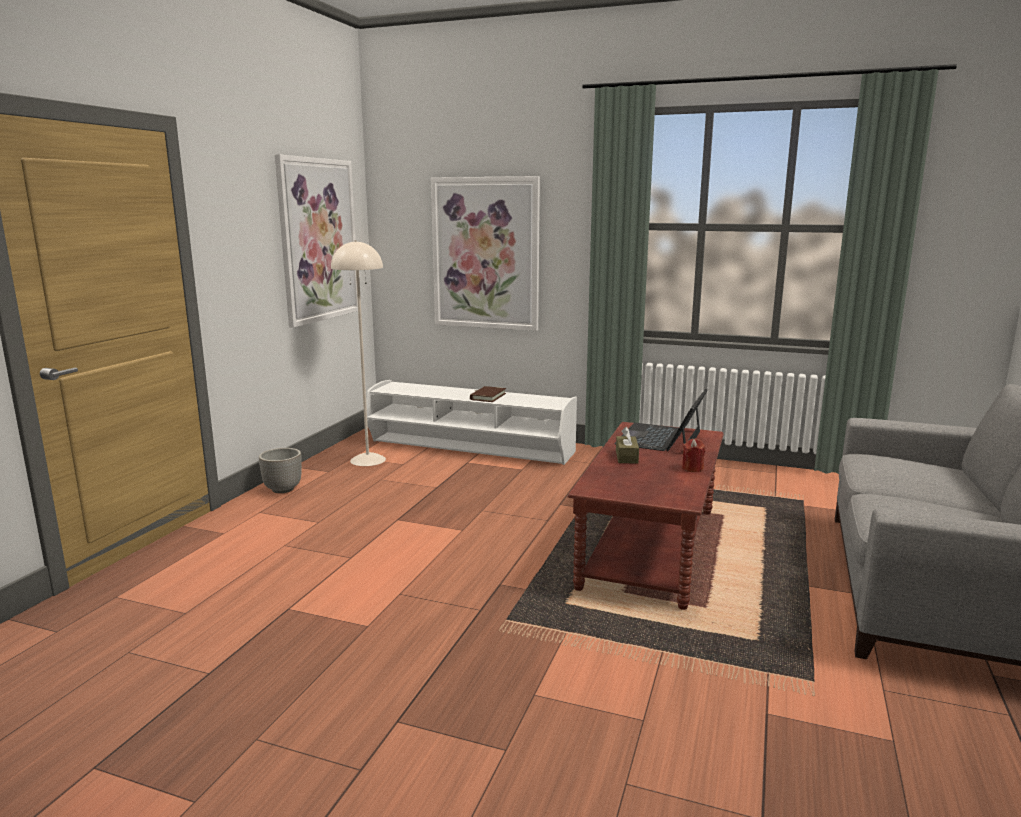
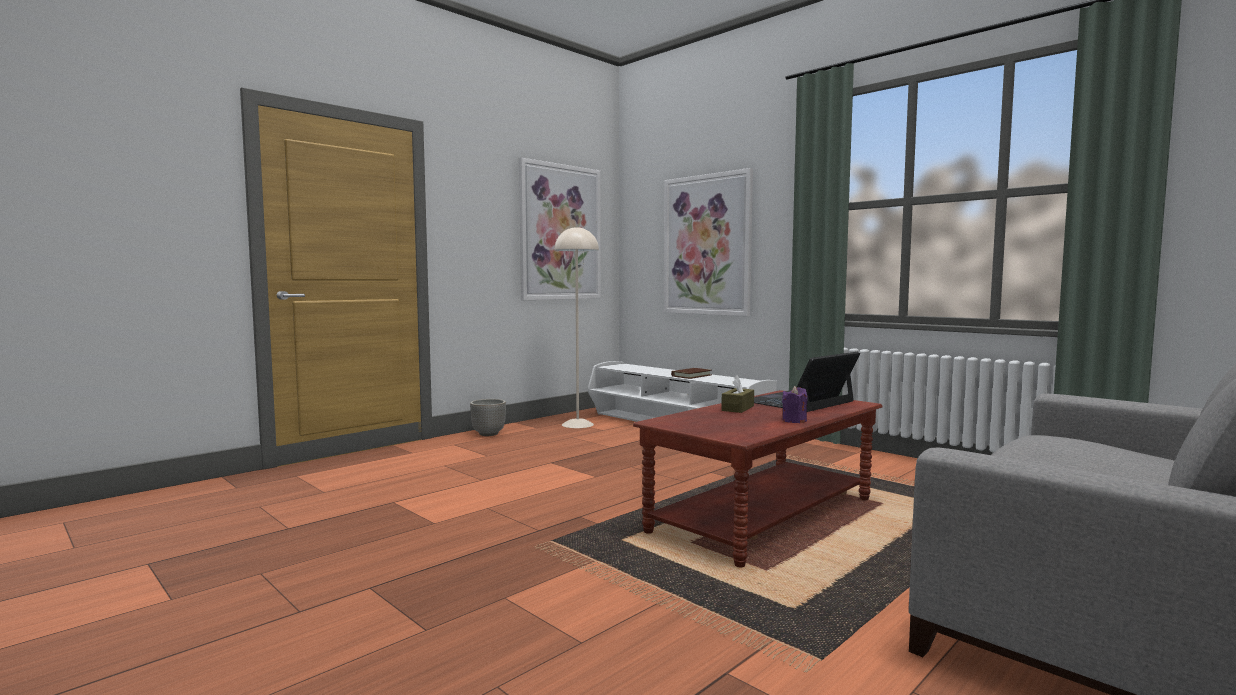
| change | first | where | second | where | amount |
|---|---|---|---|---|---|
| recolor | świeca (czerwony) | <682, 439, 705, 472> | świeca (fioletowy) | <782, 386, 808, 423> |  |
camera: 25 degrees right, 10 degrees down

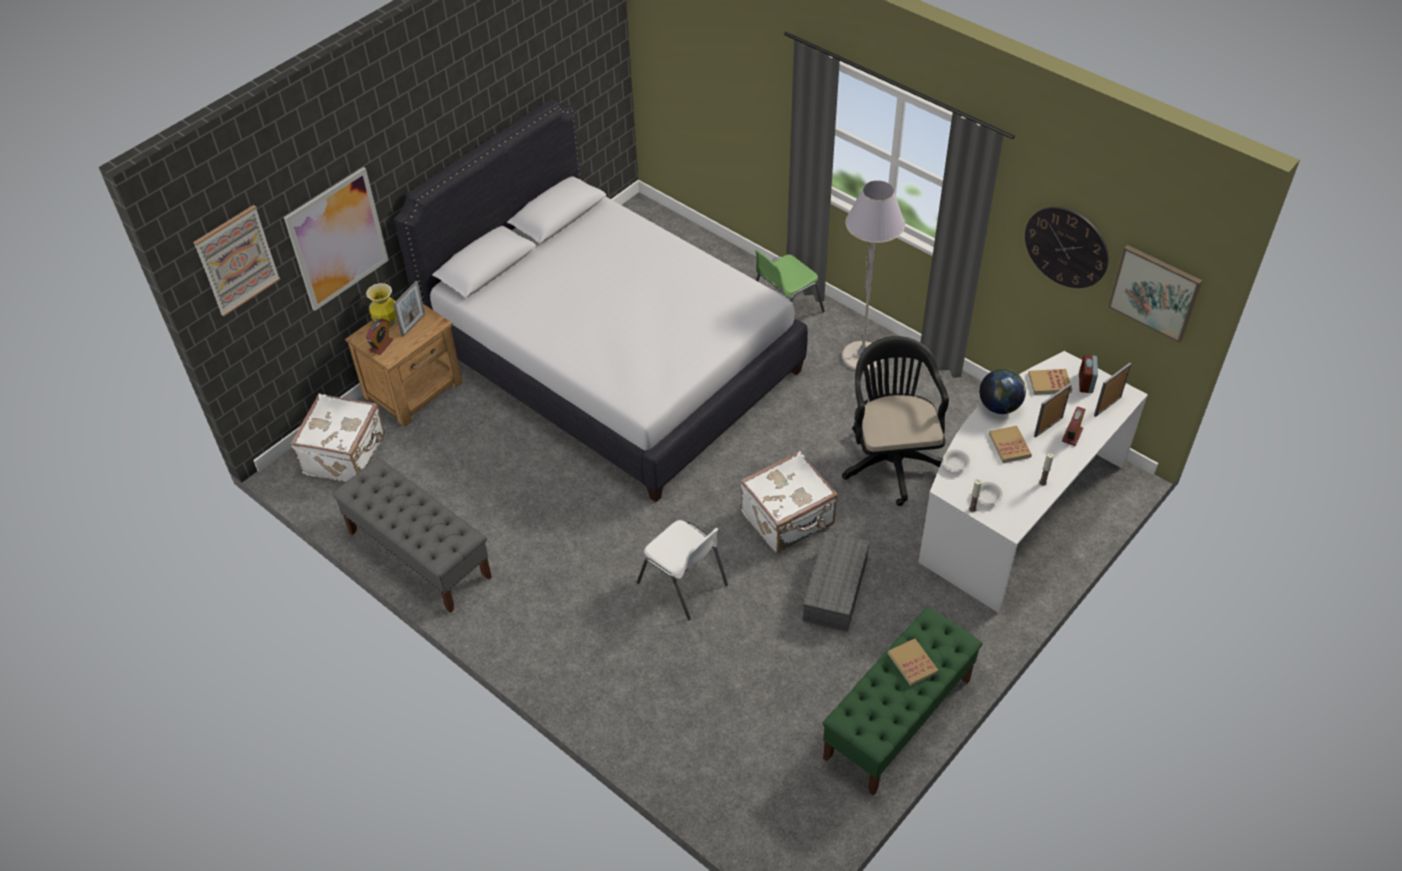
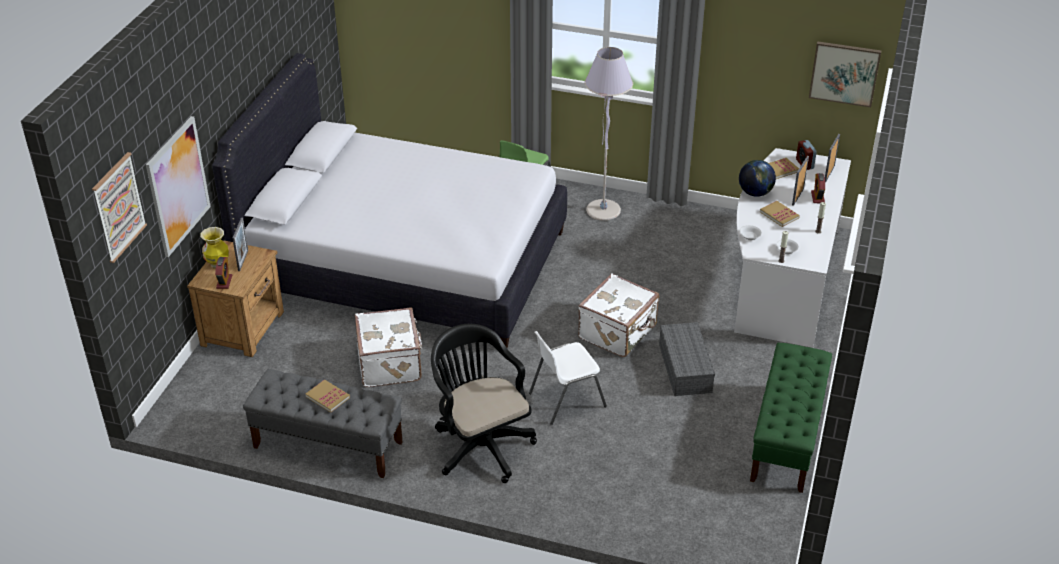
| change | first | where | second | where | amount |
|---|---|---|---|---|---|
| move | książka | <888, 639, 939, 686> |  | <305, 380, 350, 413> |  |
| move | walizka (biały) | <290, 394, 385, 482> |  | <355, 307, 422, 387> |  |
| move | krzesło biurowe (czarny) | <842, 336, 949, 506> |  | <431, 324, 537, 483> |  |
| rotate | krzesło (biały) | <637, 520, 728, 620> |  | <529, 331, 607, 425> | 135 degrees clockwise |
| delete | zegar ścienny | <1025, 207, 1108, 288> |  |  |  |
camera: 25 degrees left, 10 degrees down

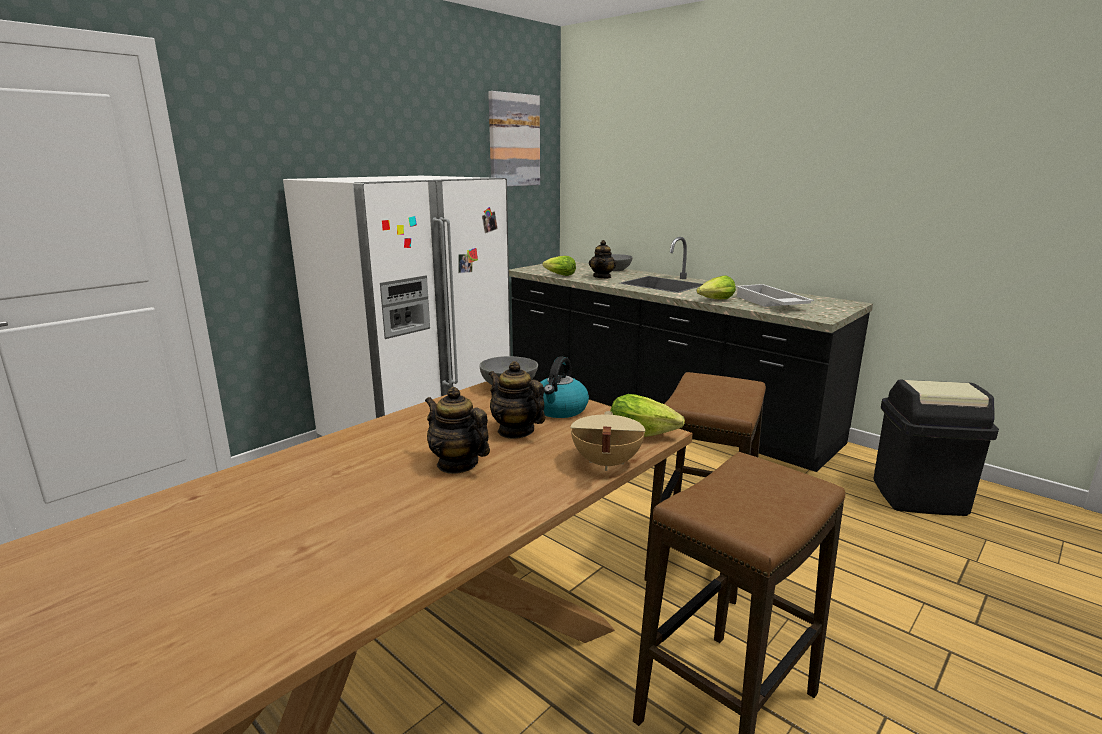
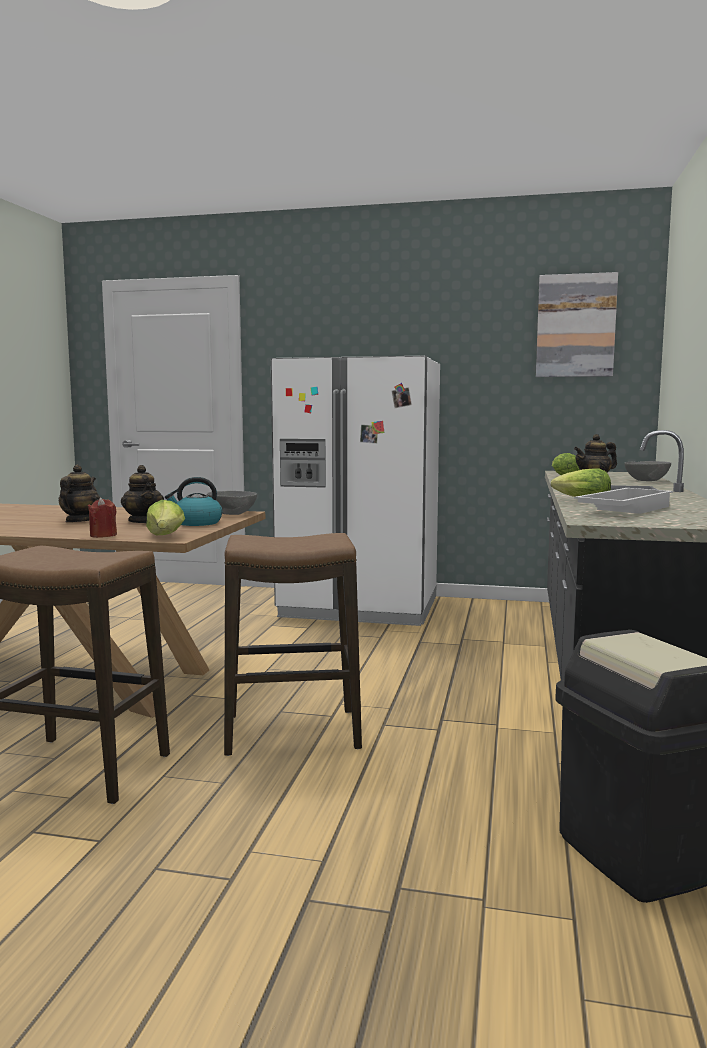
| change | first | where | second | where | amount |
|---|---|---|---|---|---|
| replace | garnek (beżowy) | <570, 411, 646, 471> | świeca (czerwony) | <88, 498, 117, 538> |  |
| rotate | imbryk | <489, 361, 545, 439> |  | <121, 465, 164, 523> | 135 degrees clockwise |
camera: 60 degrees right, 10 degrees down

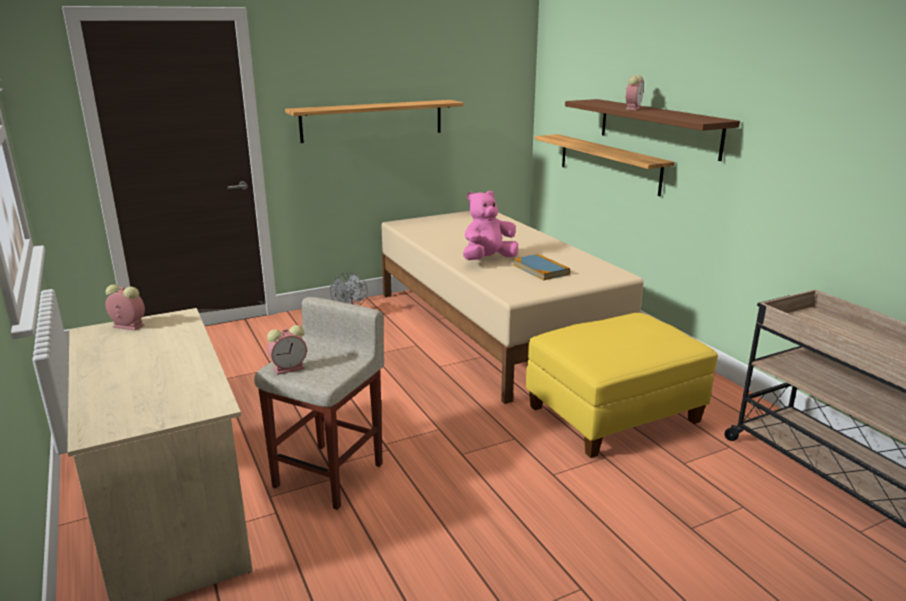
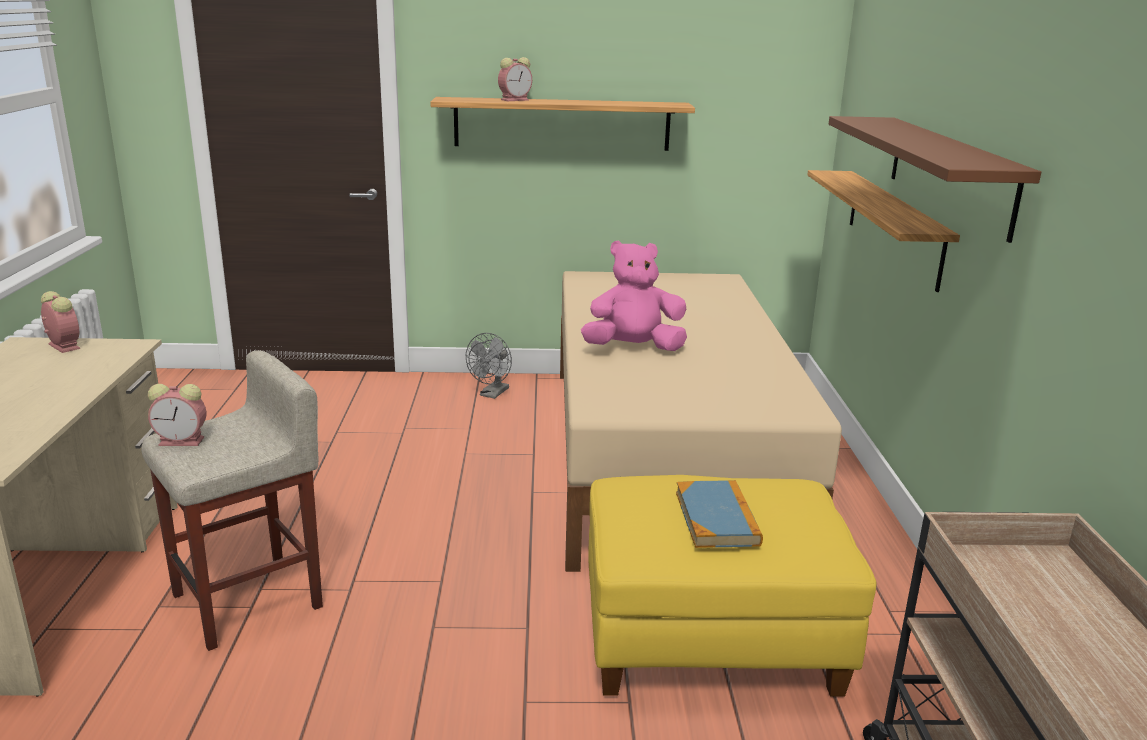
| change | first | where | second | where | amount |
|---|---|---|---|---|---|
| move | budzik | <625, 75, 643, 110> |  | <498, 57, 532, 101> |  |
| move | książka | <513, 254, 570, 280> |  | <676, 480, 763, 548> |  |
camera: 25 degrees right, 0 degrees up

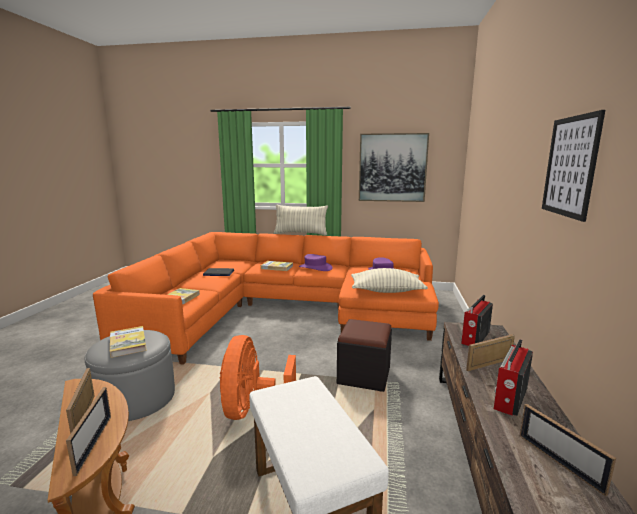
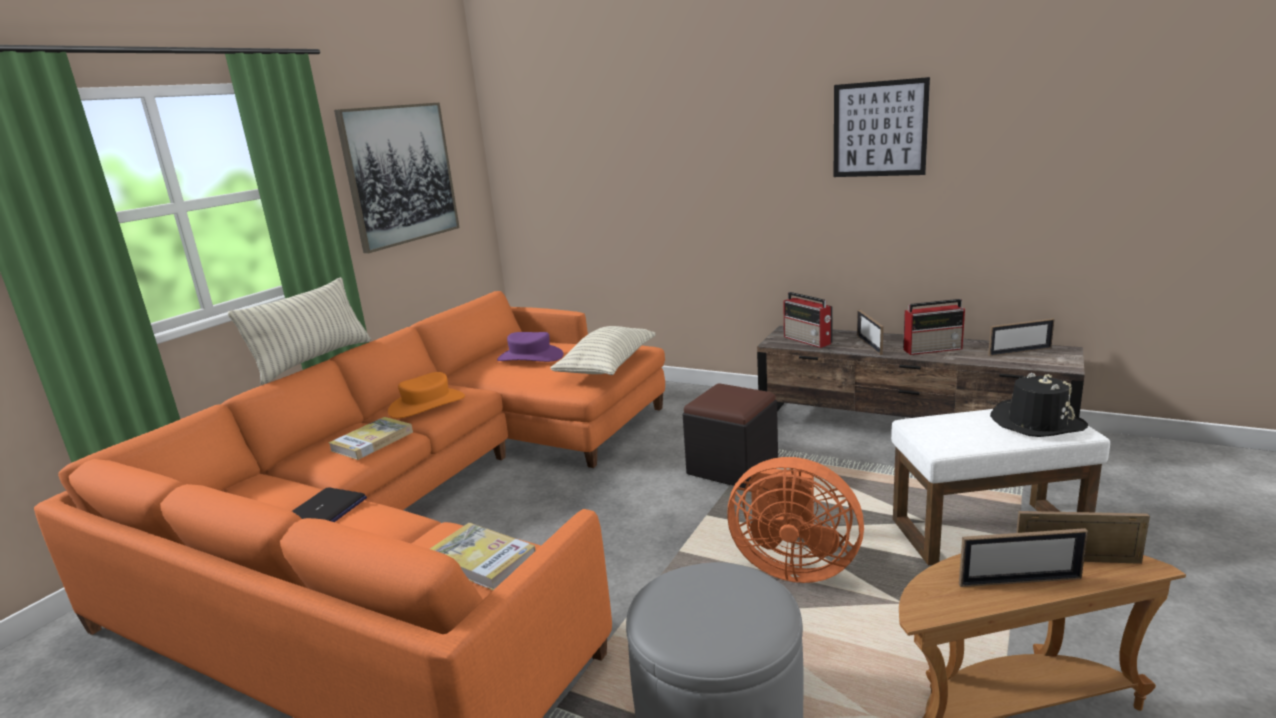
| change | first | where | second | where | amount |
|---|---|---|---|---|---|
| recolor | kapelusz (fioletowy) | <299, 254, 333, 271> | kapelusz (pomarańczowy) | <388, 372, 465, 418> |  |
| rotate | radio | <494, 339, 533, 416> |  | <903, 299, 965, 355> | 60 degrees counterclockwise |
| insert |  |  | kapelusz (czarny) | <990, 373, 1088, 437> |  |
| delete | książka | <110, 326, 147, 358> |  |  |  |
camera: 70 degrees left, 5 degrees up

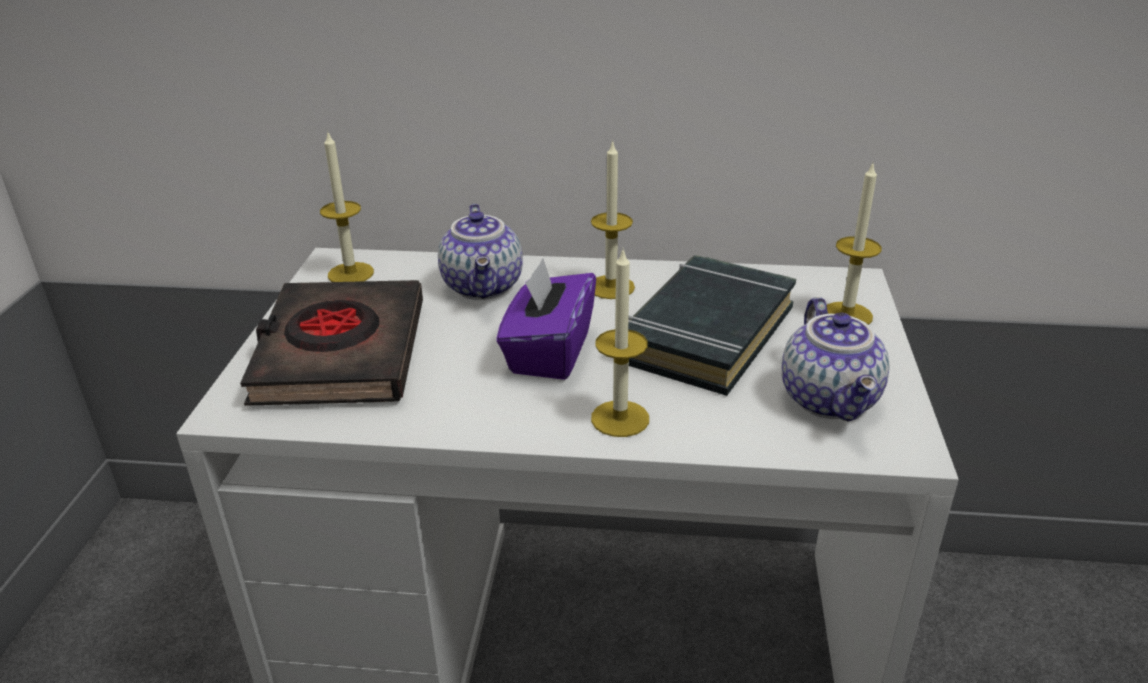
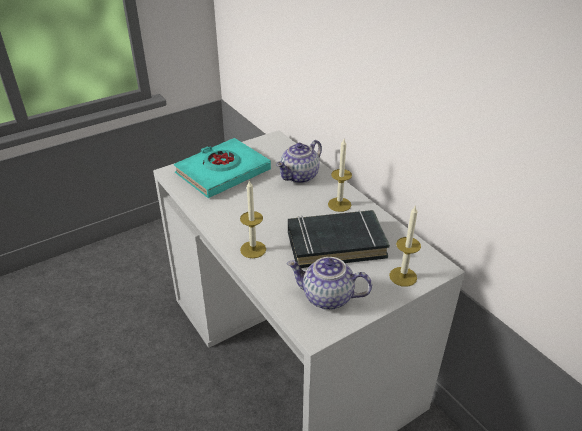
| change | first | where | second | where | amount |
|---|---|---|---|---|---|
| recolor | książka (czarny) | <240, 280, 423, 406> | książka (turkusowy) | <174, 138, 271, 198> |  |
| rotate | imbryk | <782, 297, 889, 422> |  | <287, 257, 372, 310> | 60 degrees clockwise |
| delete | świeca | <320, 130, 374, 282> |  |  |  |
| delete | pudełko chusteczek (fioletowy) | <497, 258, 596, 380> |  |  |  |
camera: 50 degrees right, 5 degrees up

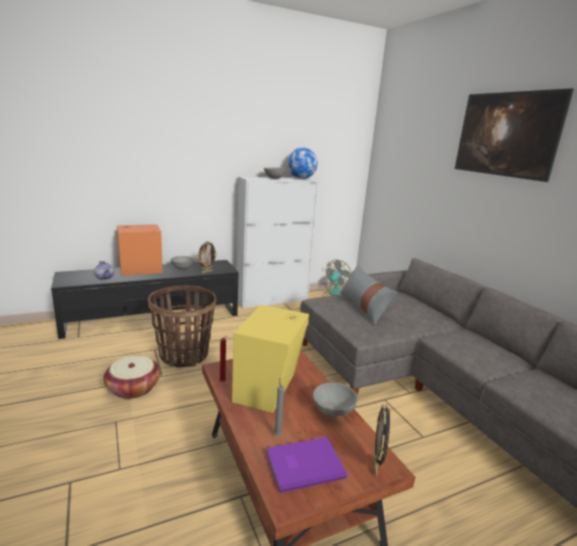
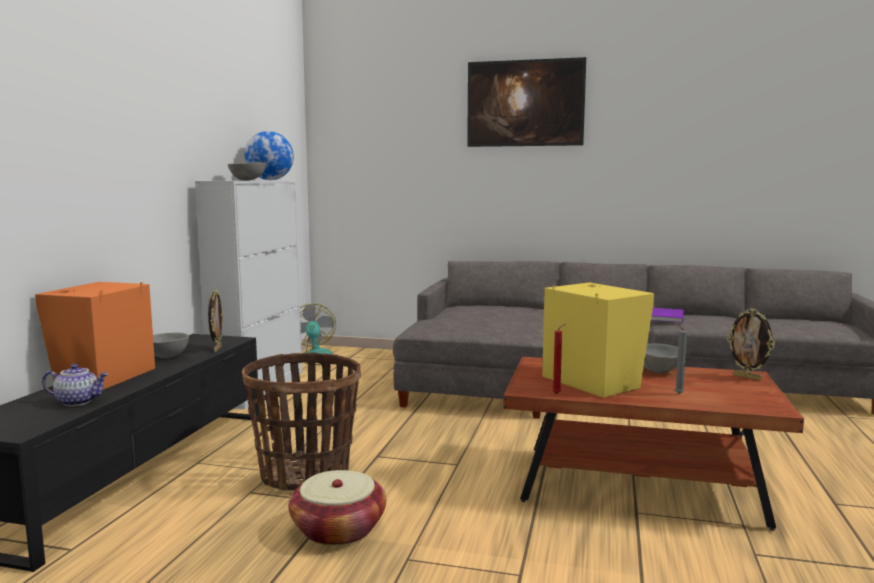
| change | first | where | second | where | amount |
|---|---|---|---|---|---|
| move | książka (fioletowy) | <266, 437, 347, 493> |  | <651, 308, 684, 323> |  |
| delete | poduszka (szary) | <340, 265, 398, 325> |  |  |  |
camera: 50 degrees left, 10 degrees down

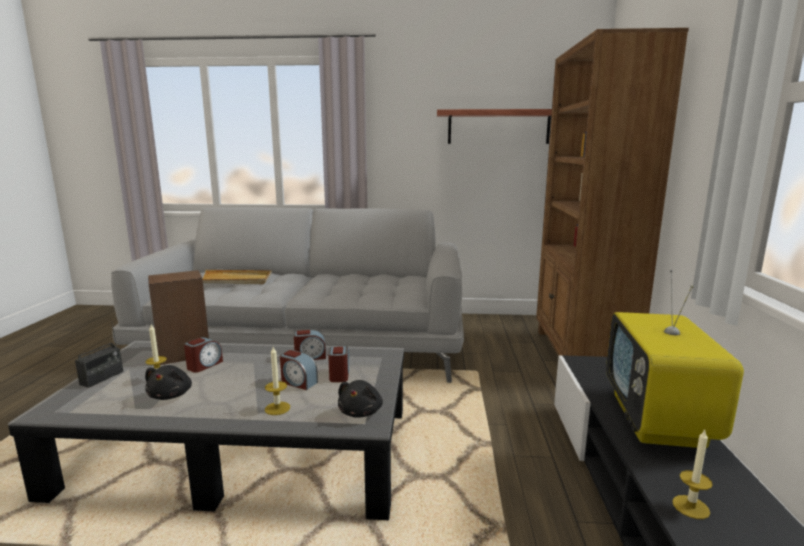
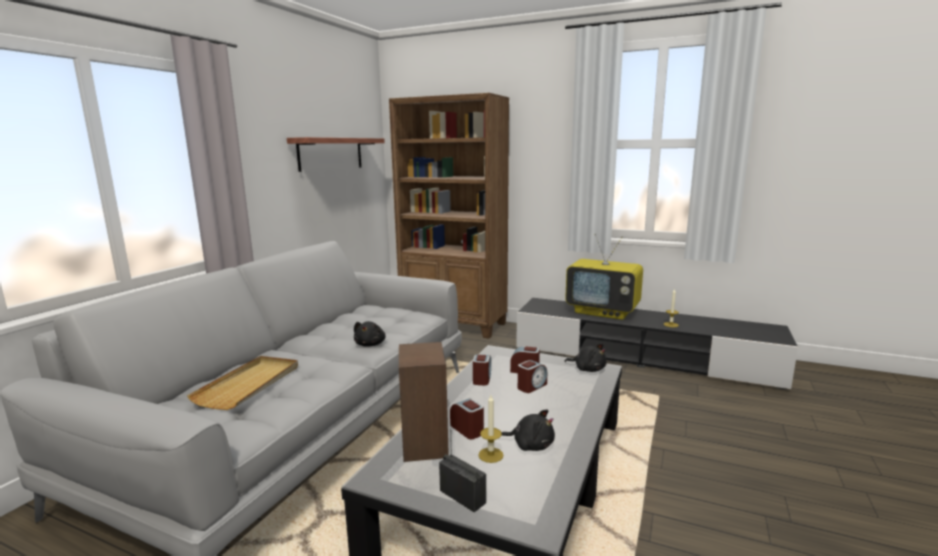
| change | first | where | second | where | amount |
|---|---|---|---|---|---|
| insert |  |  | pluszak (czarny) | <354, 321, 386, 347> |  |
| delete | świeca | <265, 347, 290, 415> |  |  |  |
camera: 70 degrees left, 0 degrees up

